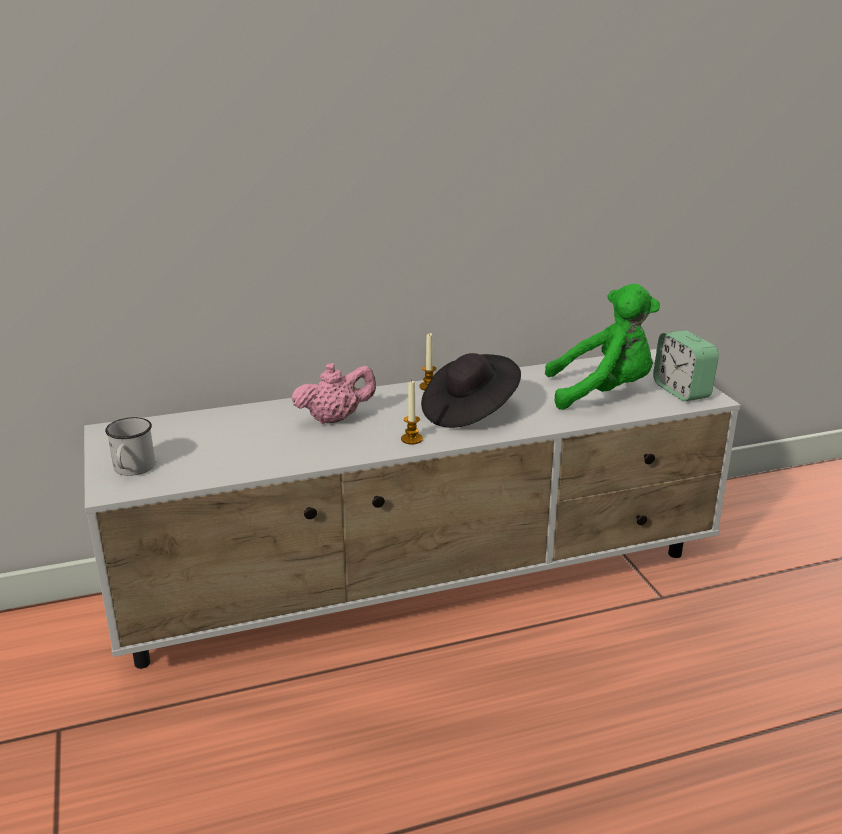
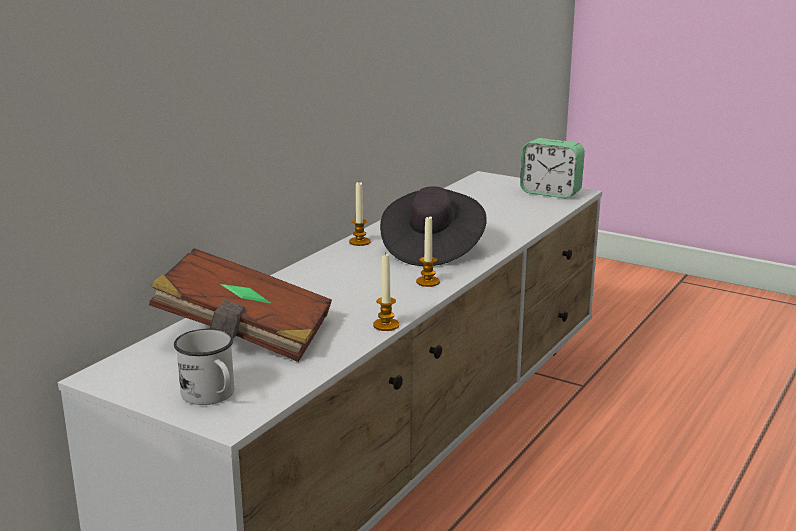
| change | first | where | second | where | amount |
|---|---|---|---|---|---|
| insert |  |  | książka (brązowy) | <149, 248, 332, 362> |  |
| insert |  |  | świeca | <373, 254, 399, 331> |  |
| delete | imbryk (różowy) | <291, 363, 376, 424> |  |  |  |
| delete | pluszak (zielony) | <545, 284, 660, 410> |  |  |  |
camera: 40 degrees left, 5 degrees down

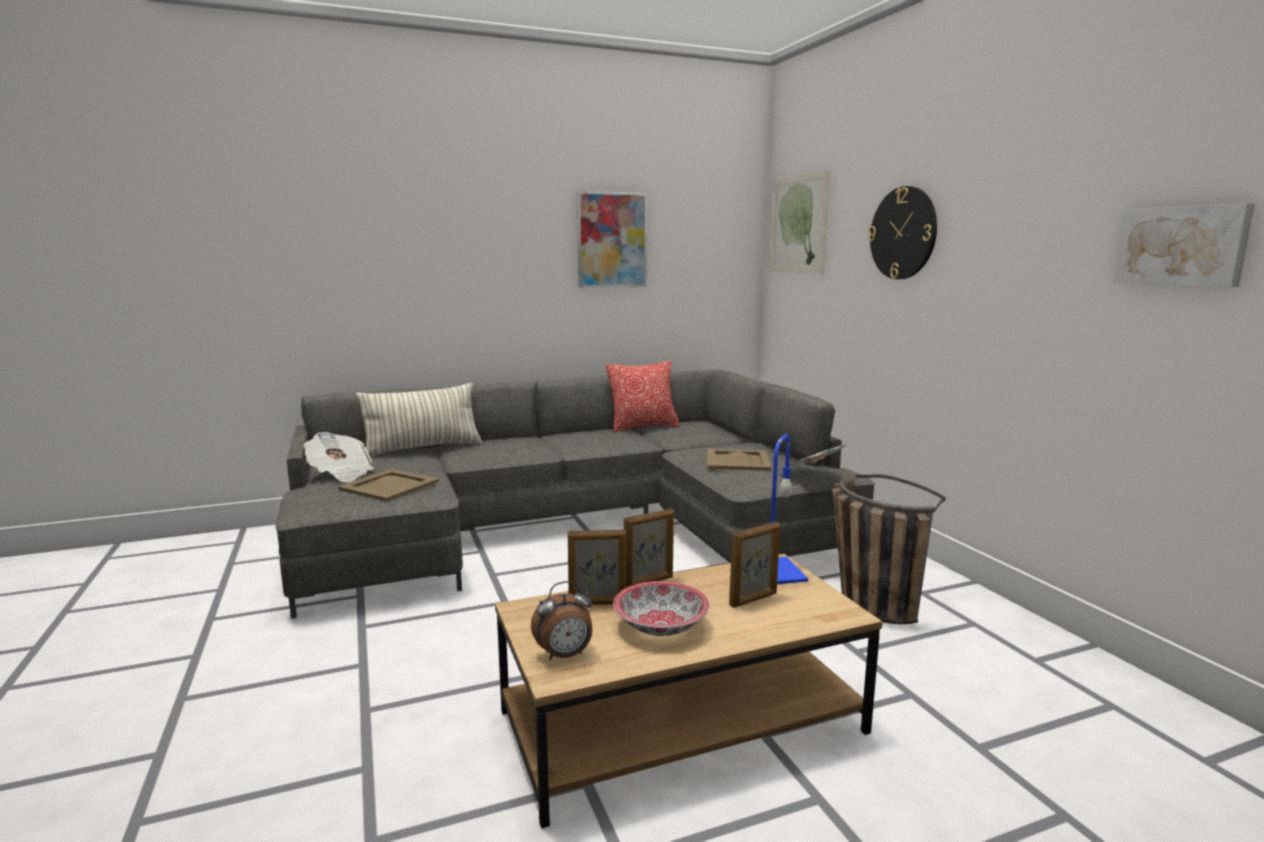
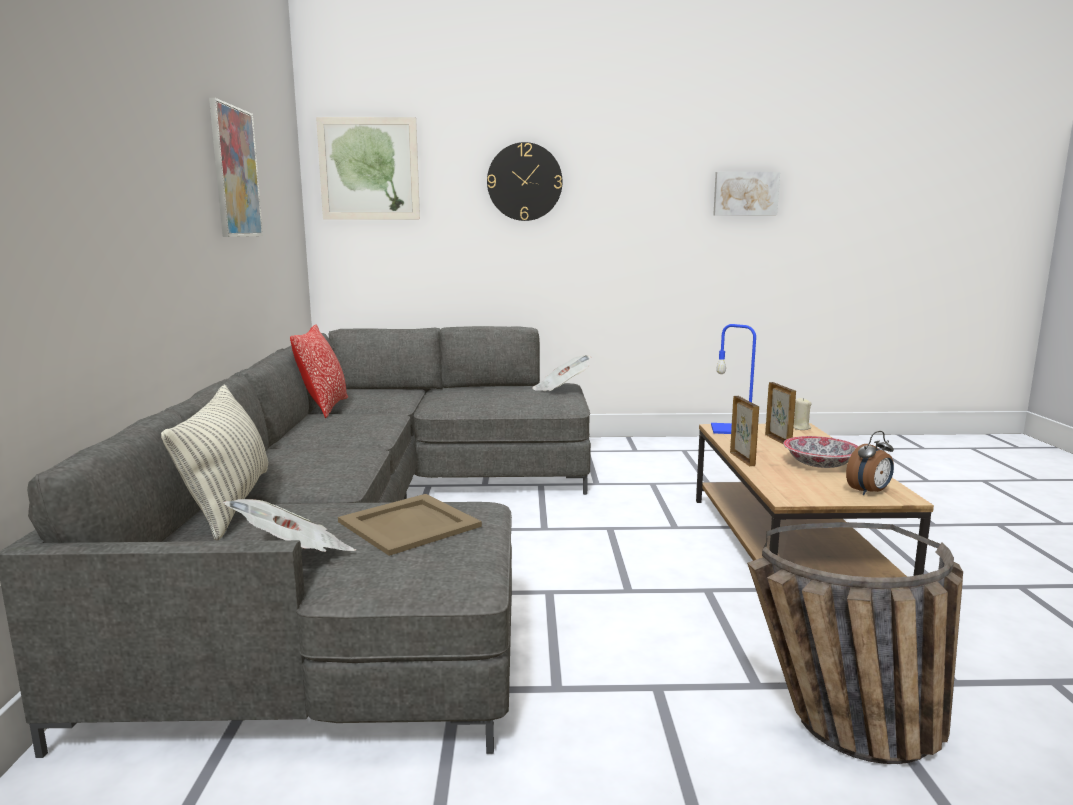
| change | first | where | second | where | amount |
|---|---|---|---|---|---|
| move | koszyk | <832, 473, 946, 624> |  | <747, 522, 963, 764> |  |
| insert |  |  | świeca (beżowy) | <793, 398, 812, 430> |  |
| rotate | budzik | <531, 581, 593, 660> |  | <846, 431, 894, 495> | 60 degrees clockwise |
| delete | ramka na zdjęcie | <568, 529, 626, 605> |  |  |  |
| delete | taca (beżowy) | <708, 449, 771, 471> |  |  |  |
camera: 70 degrees left, 0 degrees up

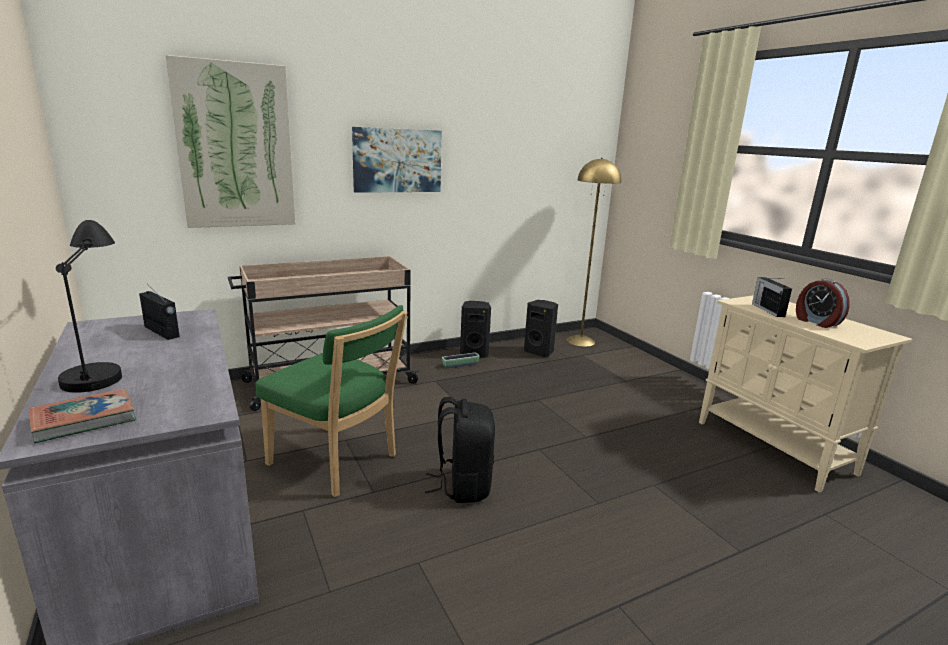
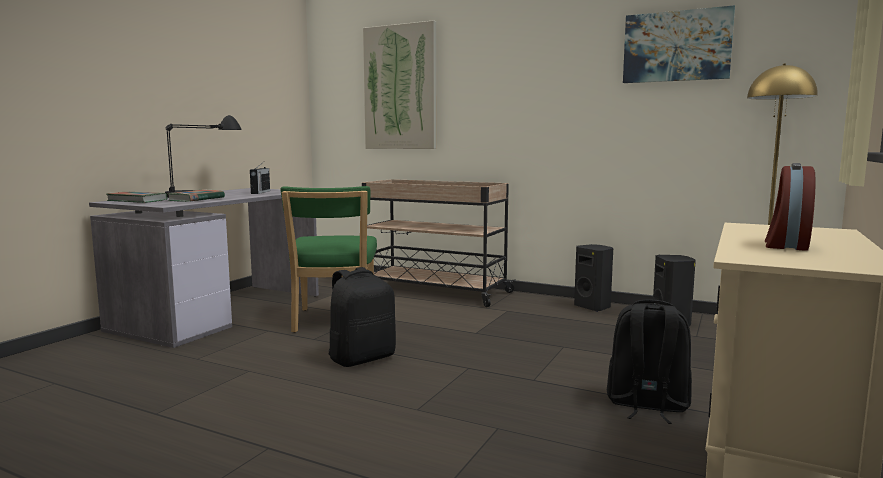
| change | first | where | second | where | amount |
|---|---|---|---|---|---|
| insert |  |  | książka | <167, 189, 225, 202> |  |
| insert |  |  | plecak (czarny) | <607, 299, 692, 424> |  |
| move | obraz | <352, 127, 442, 193> |  | <623, 5, 735, 83> |  |
| delete | donica | <442, 353, 480, 368> |  |  |  |
| delete | radio | <752, 277, 792, 317> |  |  |  |
camera: 55 degrees right, 10 degrees down

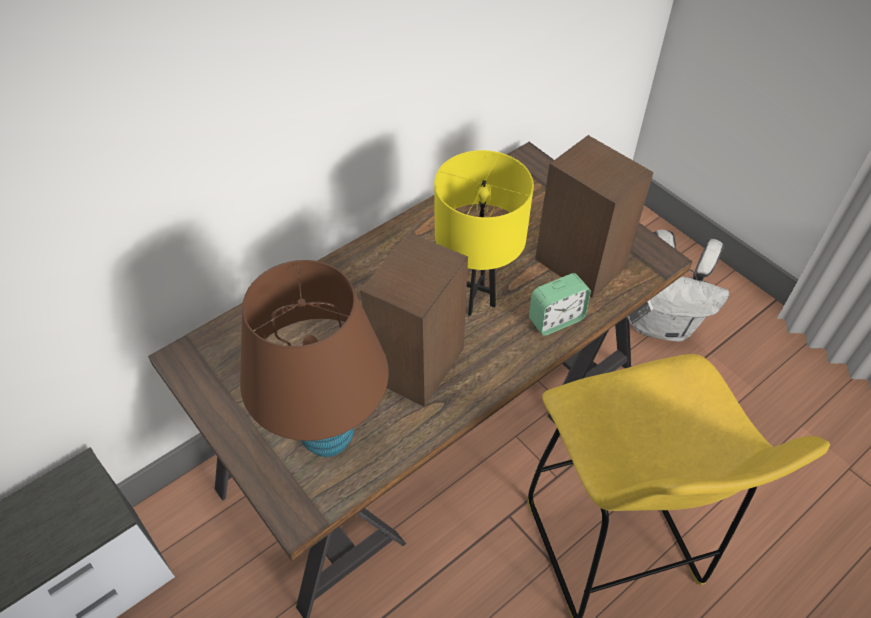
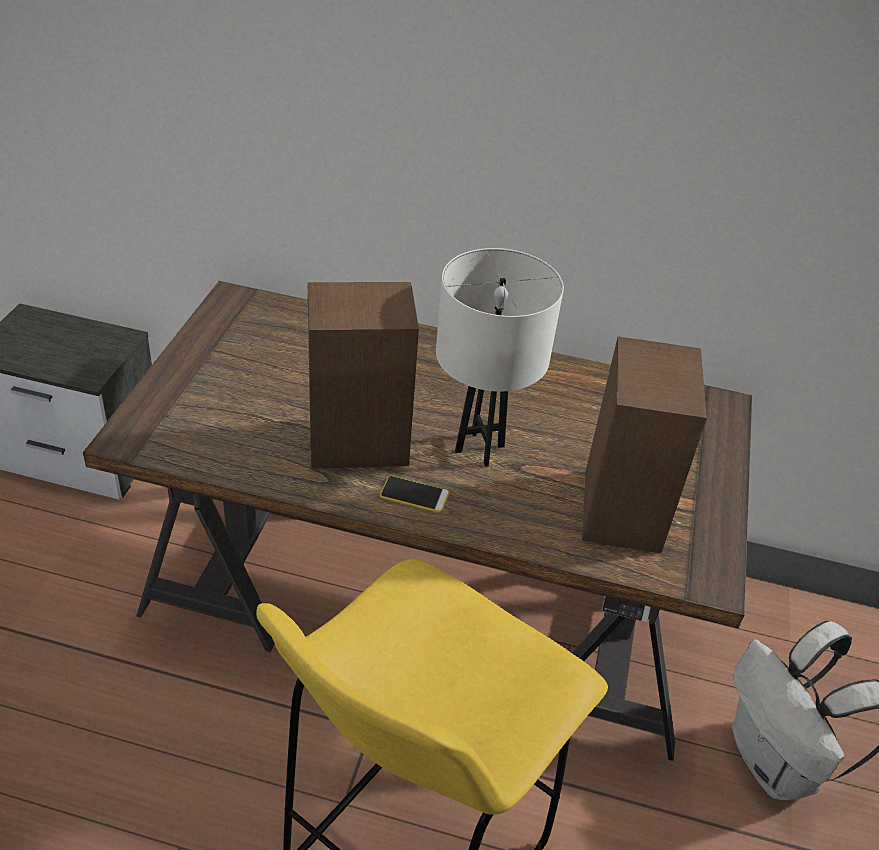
| change | first | where | second | where | amount |
|---|---|---|---|---|---|
| insert |  |  | telefon | <380, 476, 450, 513> |  |
| recolor | lampa stołowa (żółty) | <434, 150, 534, 316> | lampa stołowa (biały) | <436, 248, 564, 467> |  |
| delete | lampa stołowa (brązowy) | <240, 260, 389, 457> |  |  |  |
| delete | budzik | <529, 273, 591, 336> |  |  |  |
camera: 50 degrees right, 10 degrees down

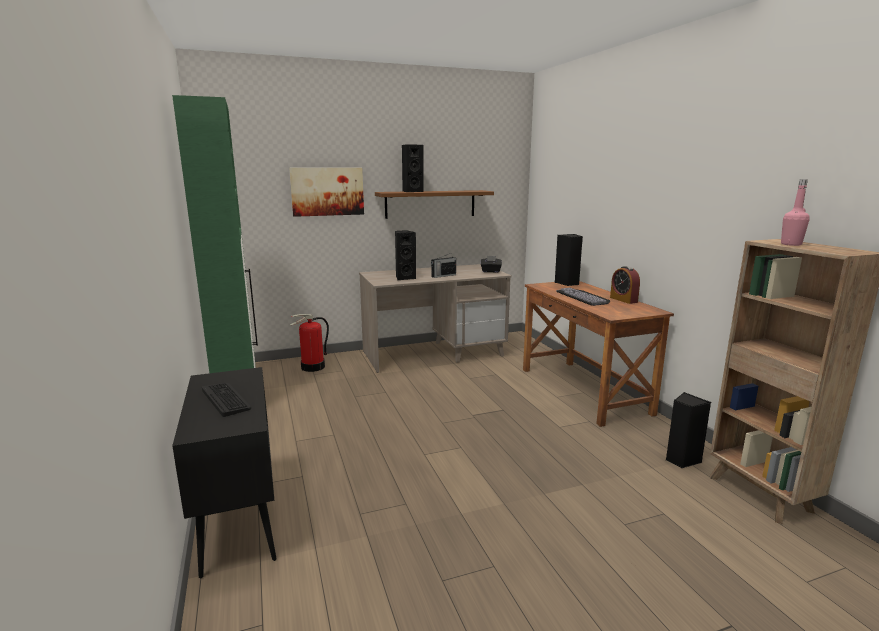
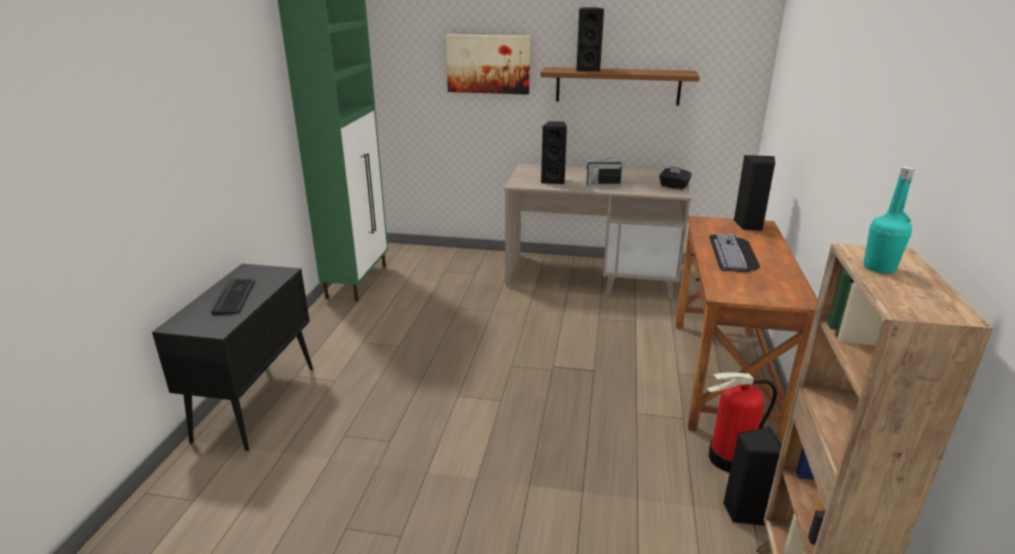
| change | first | where | second | where | amount |
|---|---|---|---|---|---|
| move | gaśnica | <289, 314, 329, 372> |  | <707, 372, 777, 473> |  |
| recolor | butelka (różowy) | <781, 179, 810, 246> | butelka (turkusowy) | <864, 166, 915, 274> |  |
| delete | budzik | <610, 266, 640, 304> |  |  |  |
camera: 30 degrees right, 10 degrees up

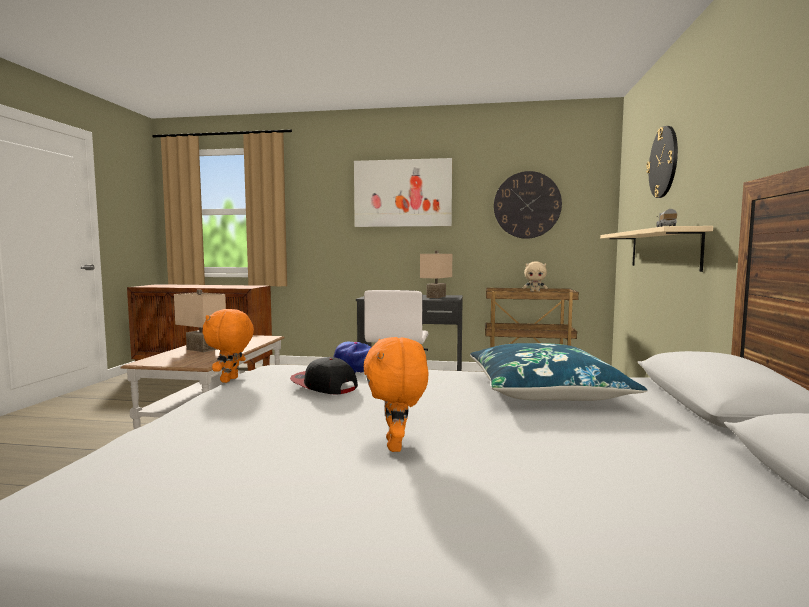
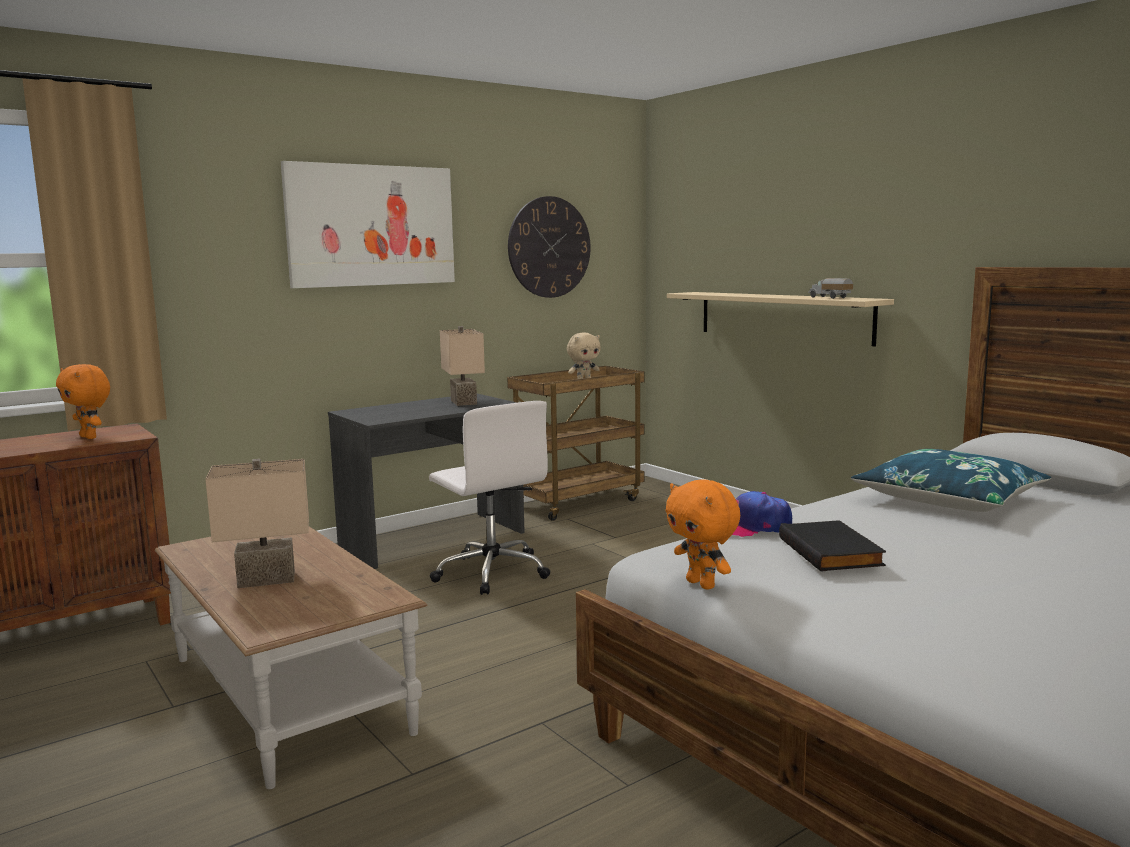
| change | first | where | second | where | amount |
|---|---|---|---|---|---|
| move | pluszak (pomarańczowy) | <364, 337, 429, 452> |  | <56, 364, 110, 439> |  |
| replace | czapka z daszkiem | <290, 357, 358, 394> | książka (czarny) | <779, 520, 886, 572> |  |
| delete | zegar ścienny | <646, 126, 678, 198> |  |  |  |
camera: 45 degrees left, 5 degrees up

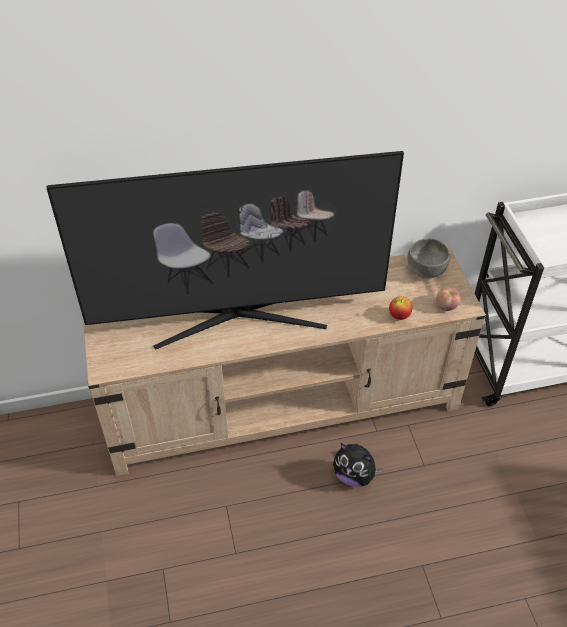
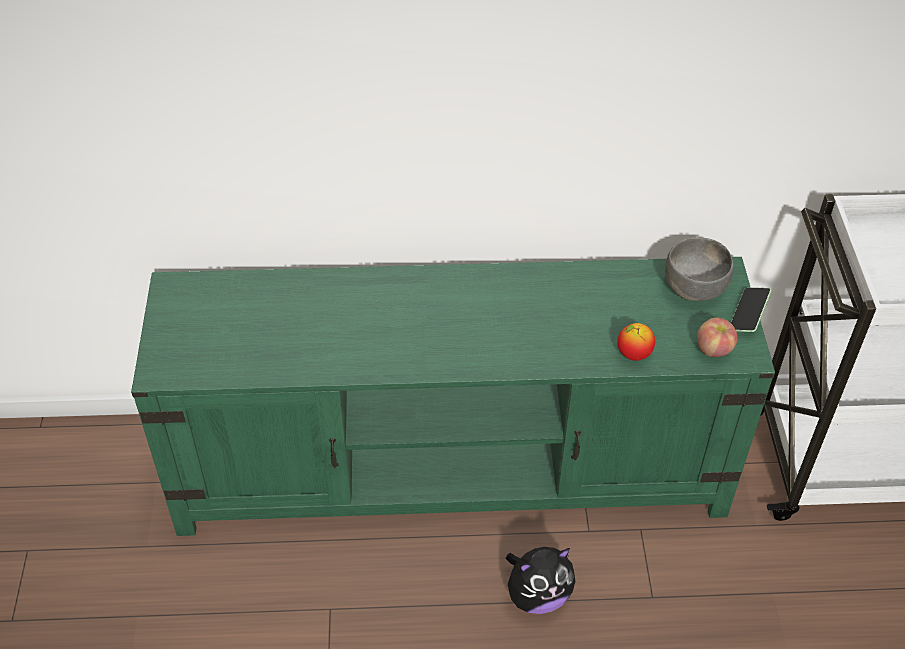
| change | first | where | second | where | amount |
|---|---|---|---|---|---|
| recolor | szafka pod telewizor (beżowy) | <83, 247, 486, 476> | szafka pod telewizor (zielony) | <131, 257, 775, 536> |  |
| rotate | pluszak | <333, 443, 383, 487> |  | <506, 547, 575, 614> | 60 degrees counterclockwise |
| insert |  |  | telefon | <730, 287, 771, 332> |  |
| delete | telewizor | <46, 151, 404, 350> |  |  |  |
camera: 10 degrees right, 0 degrees up

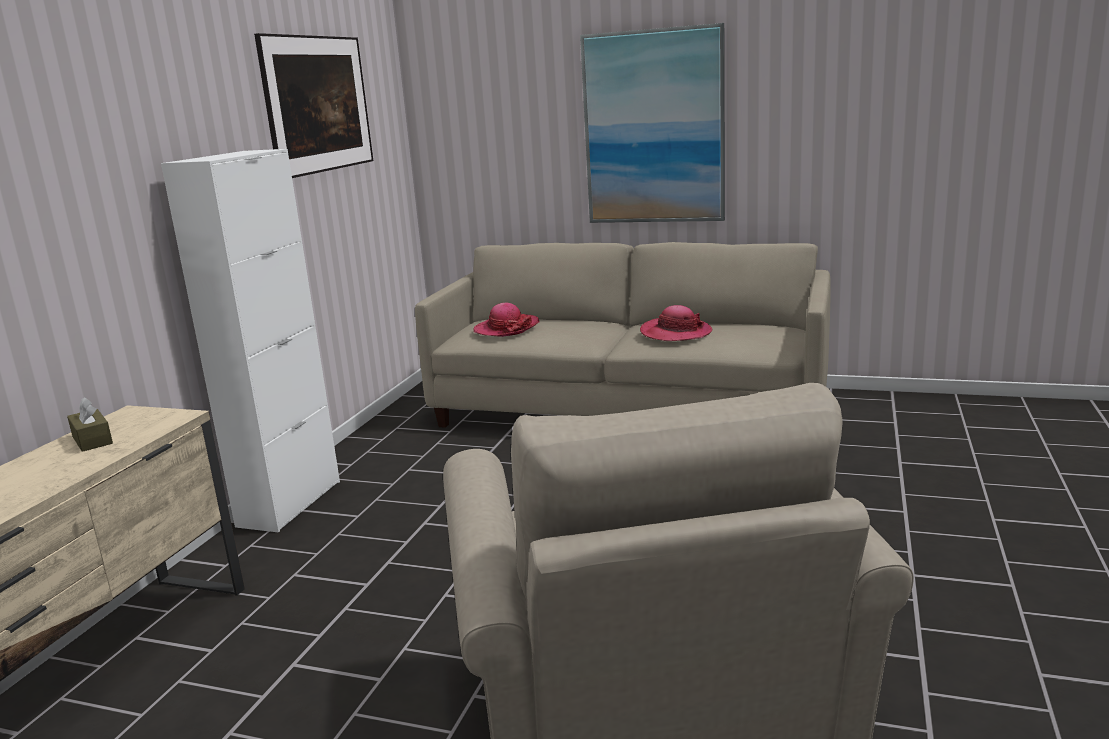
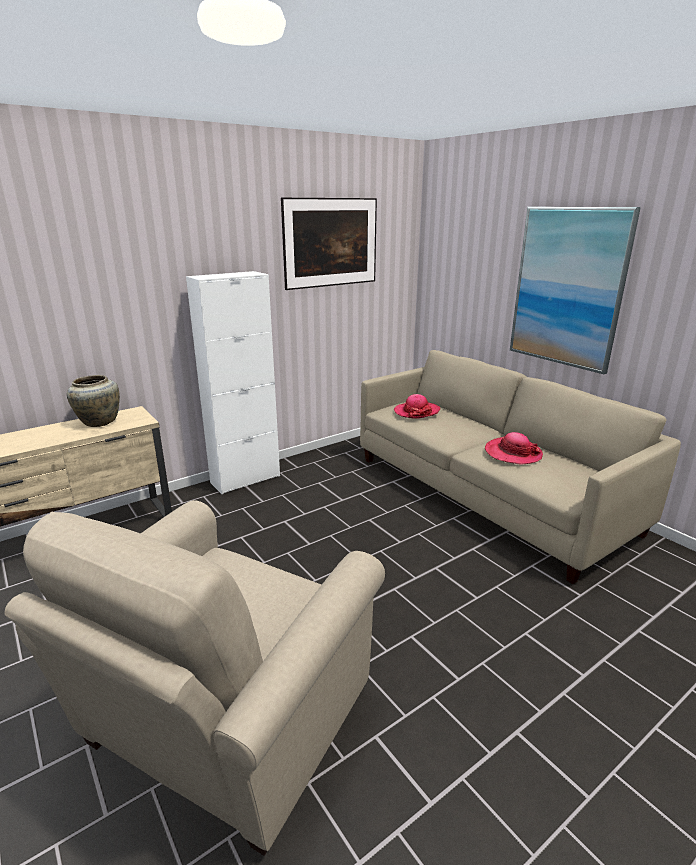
| change | first | where | second | where | amount |
|---|---|---|---|---|---|
| replace | pudełko chusteczek (brązowy) | <67, 397, 113, 452> | wazon (beżowy) | <67, 375, 120, 427> |  |
camera: 35 degrees right, 5 degrees up

